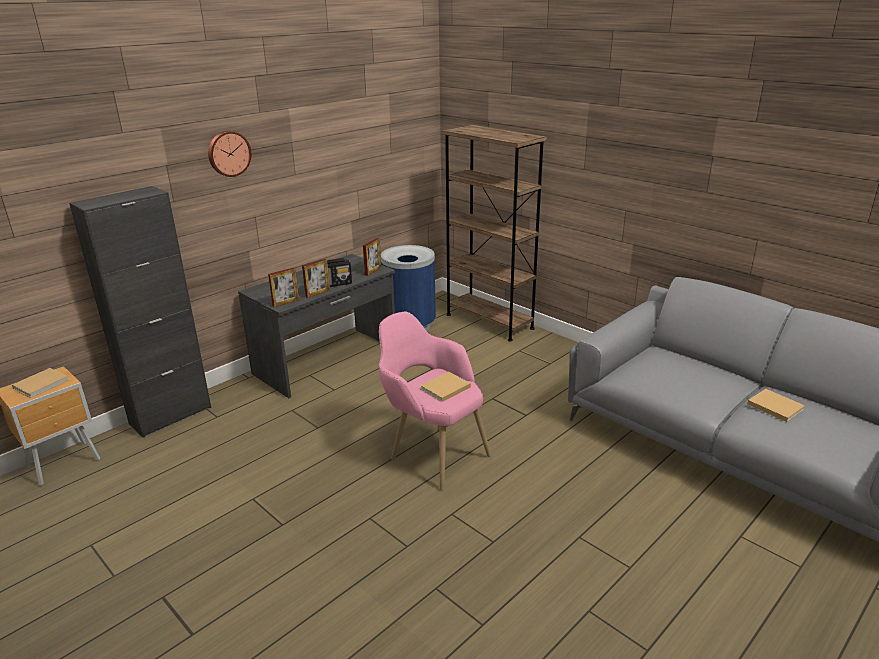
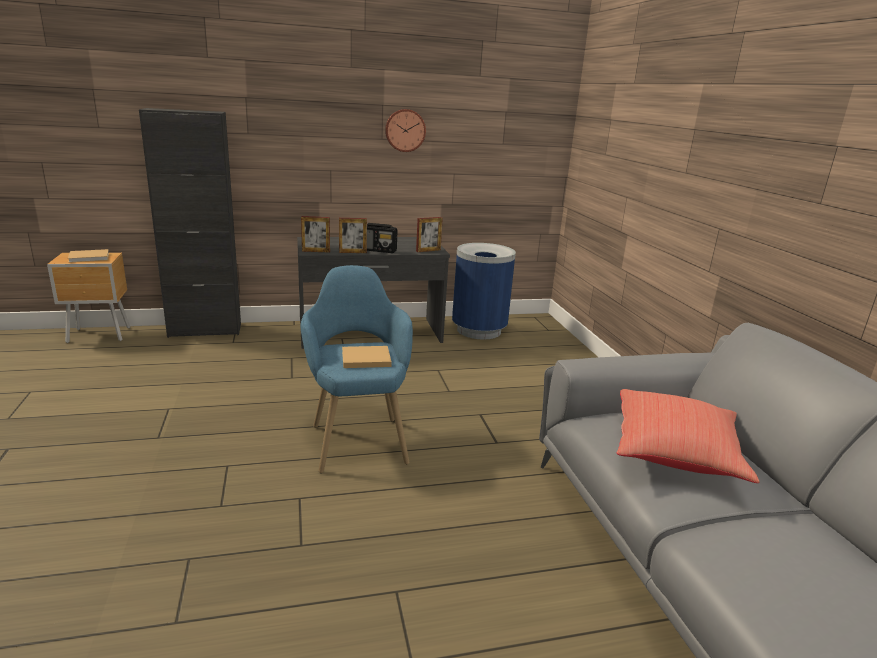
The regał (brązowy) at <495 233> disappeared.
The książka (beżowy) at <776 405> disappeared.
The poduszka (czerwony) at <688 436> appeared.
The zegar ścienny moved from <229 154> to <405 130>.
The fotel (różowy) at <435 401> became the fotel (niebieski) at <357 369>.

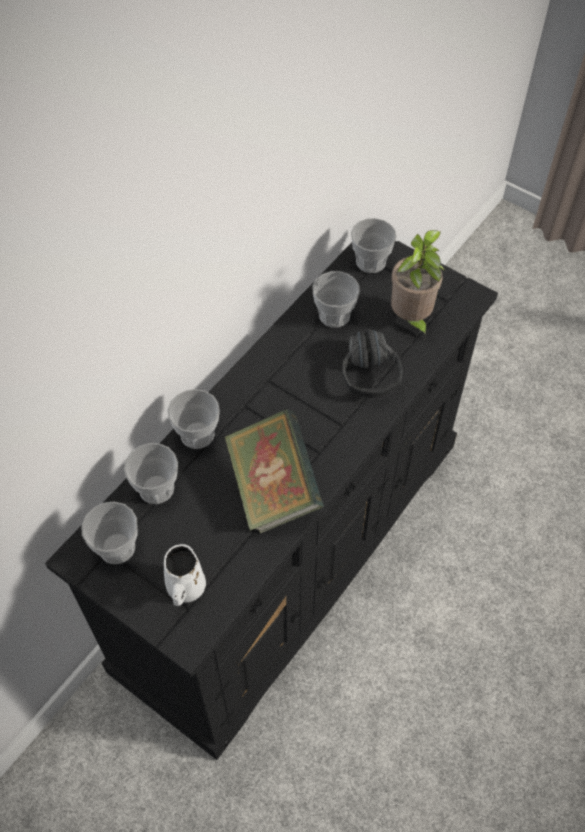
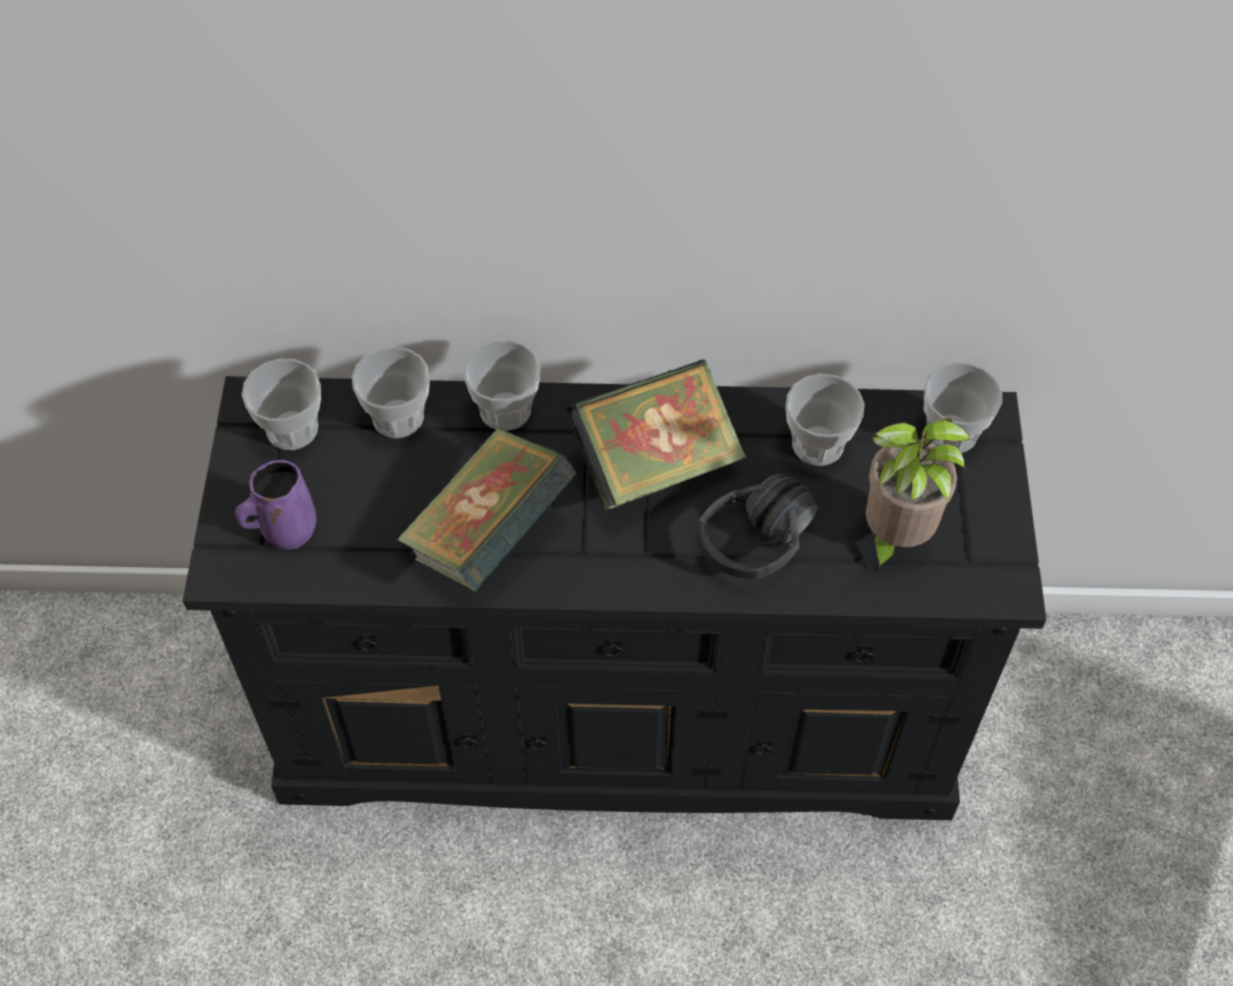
The książka at <655 435> appeared.
The kubek (biały) at <185 575> became the kubek (fioletowy) at <276 505>.

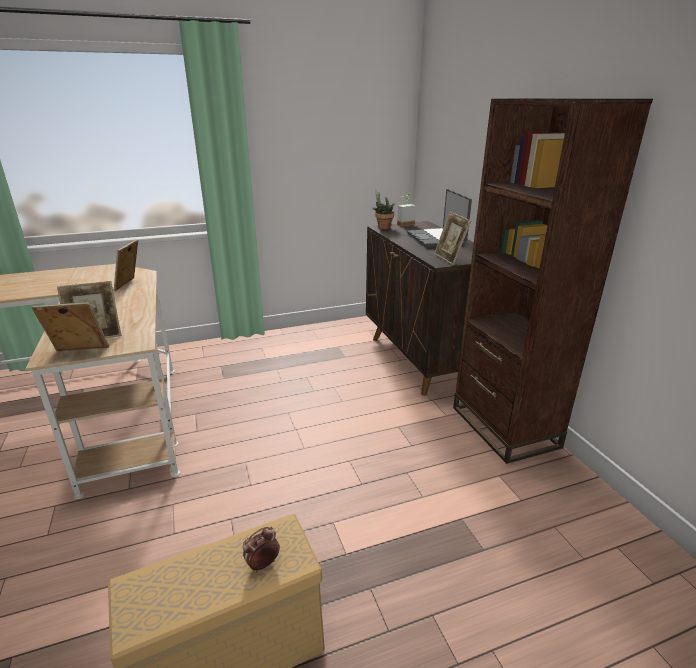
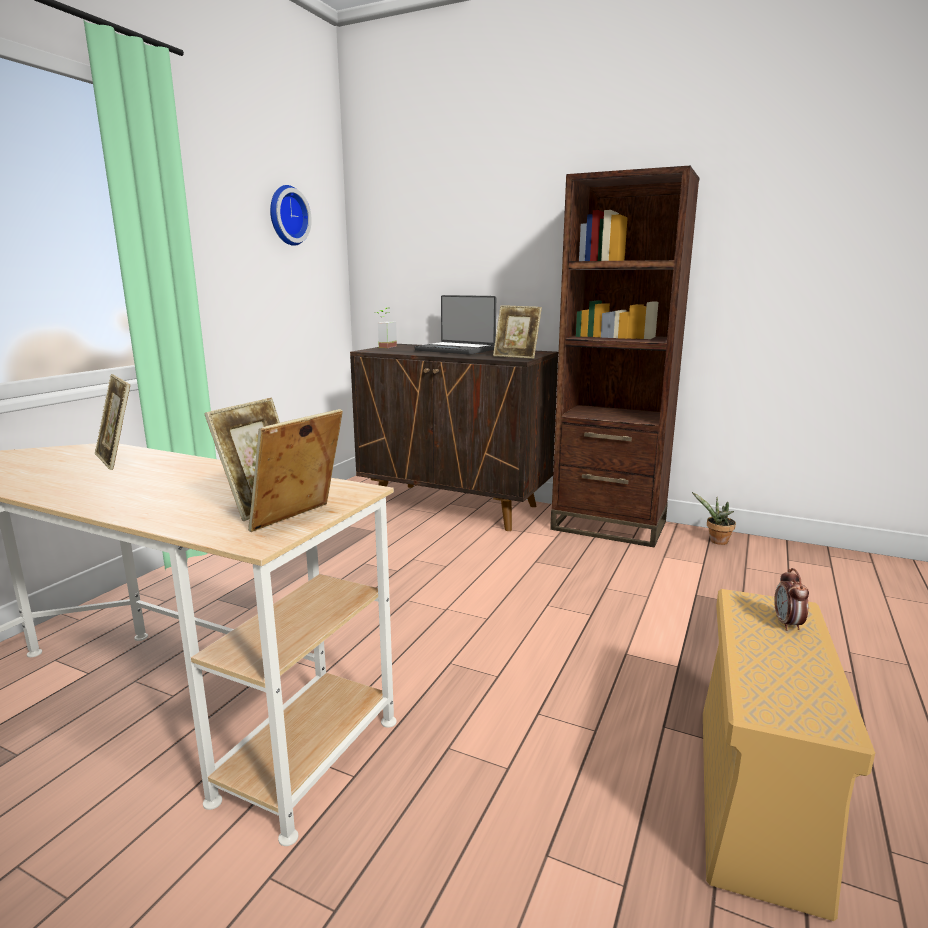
The zegar ścienny at <291 215> appeared.
The roślina doniczkowa moved from <383 210> to <714 518>.

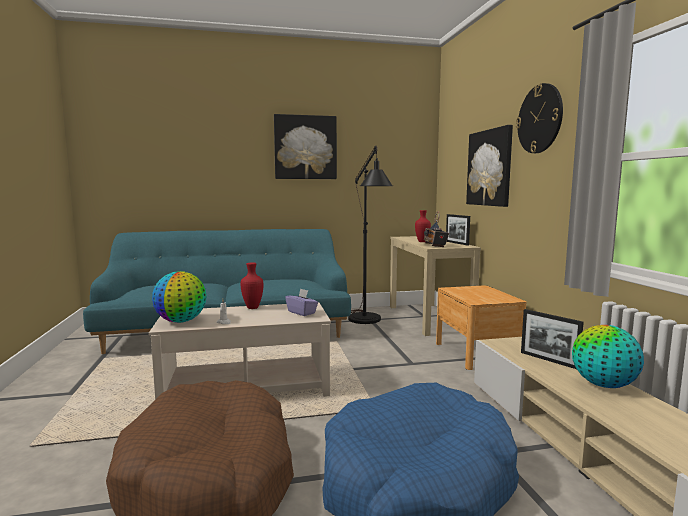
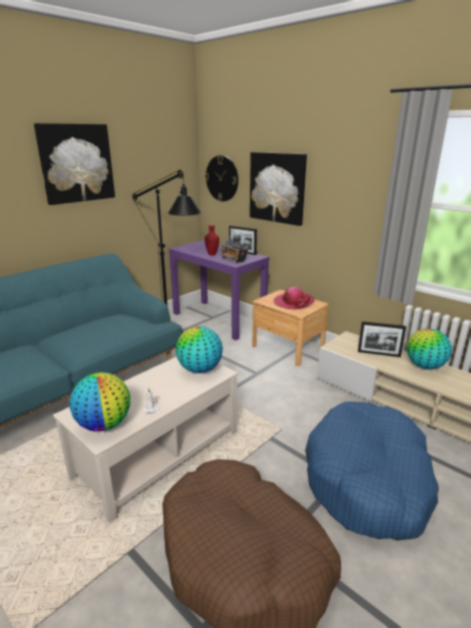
The wazon (czerwony) at <251 286> disappeared.
The kapelusz at <294 298> appeared.
The zegar ścienny moved from <539 118> to <221 178>.
The pudełko chusteczek (fioletowy) at <301 302> was replaced by the globus at <199 349>.
The stolik konsolowy (beżowy) at <435 286> became the stolik konsolowy (fioletowy) at <219 290>.

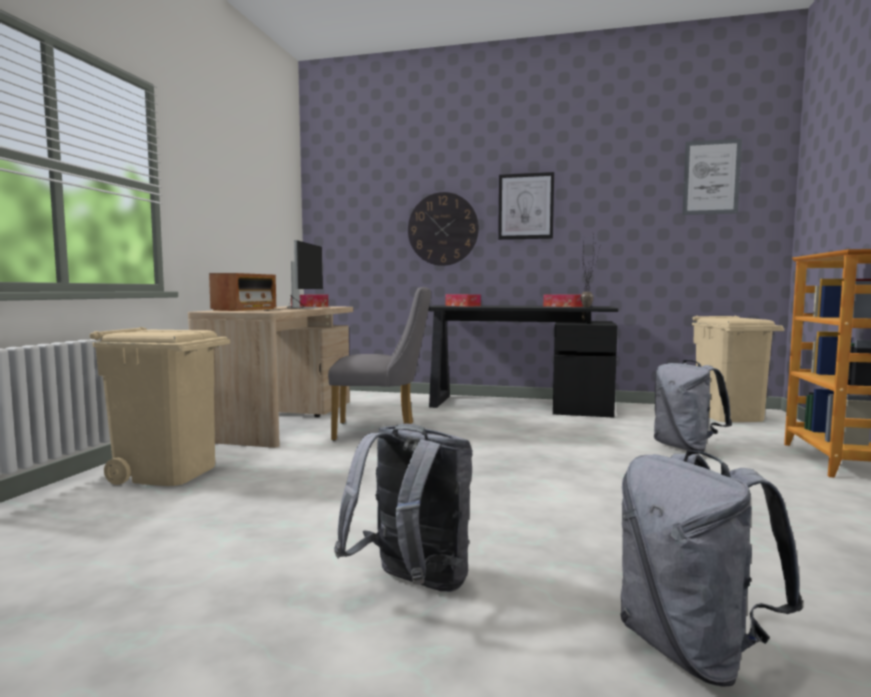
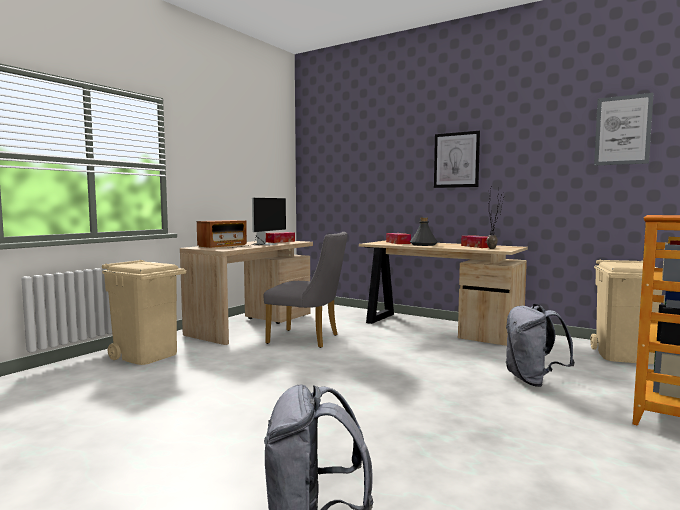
The plecak (szary) at <403 507> disappeared.
The zegar ścienny at <443 229> disappeared.
The butelka (szary) at <424 231> appeared.
The biurko (czarny) at <523 361> became the biurko (beżowy) at <443 293>.

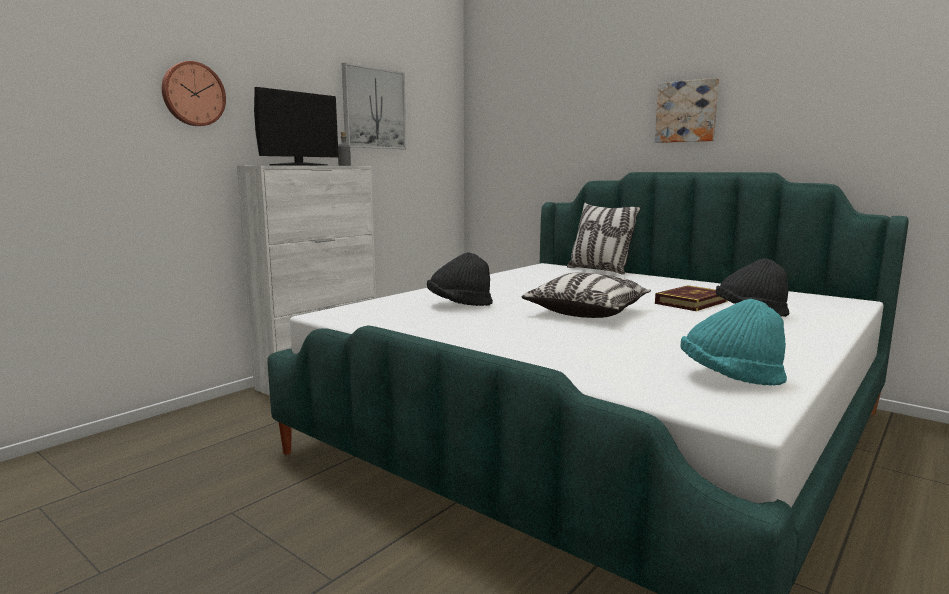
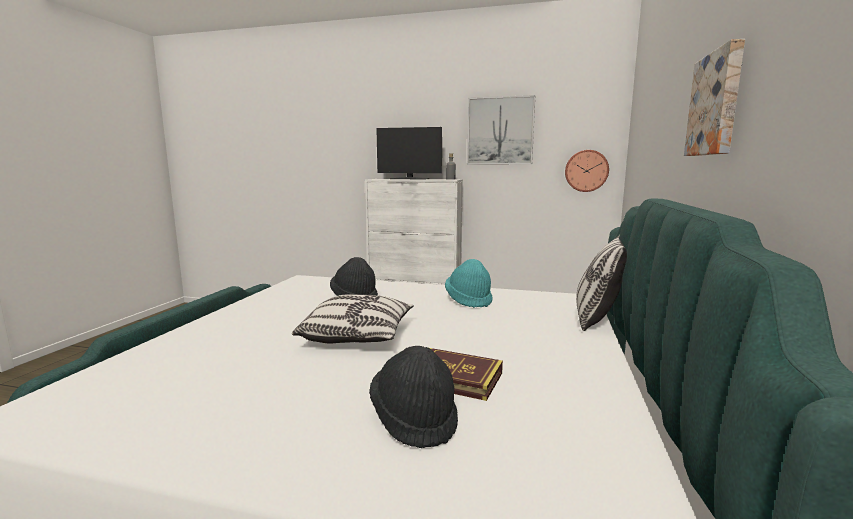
The zegar ścienny moved from <194 93> to <587 171>.
The kapelusz (turkusowy) moved from <733 342> to <469 283>.

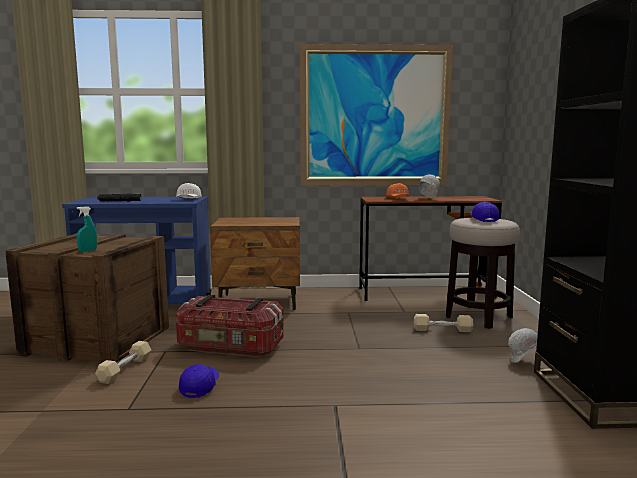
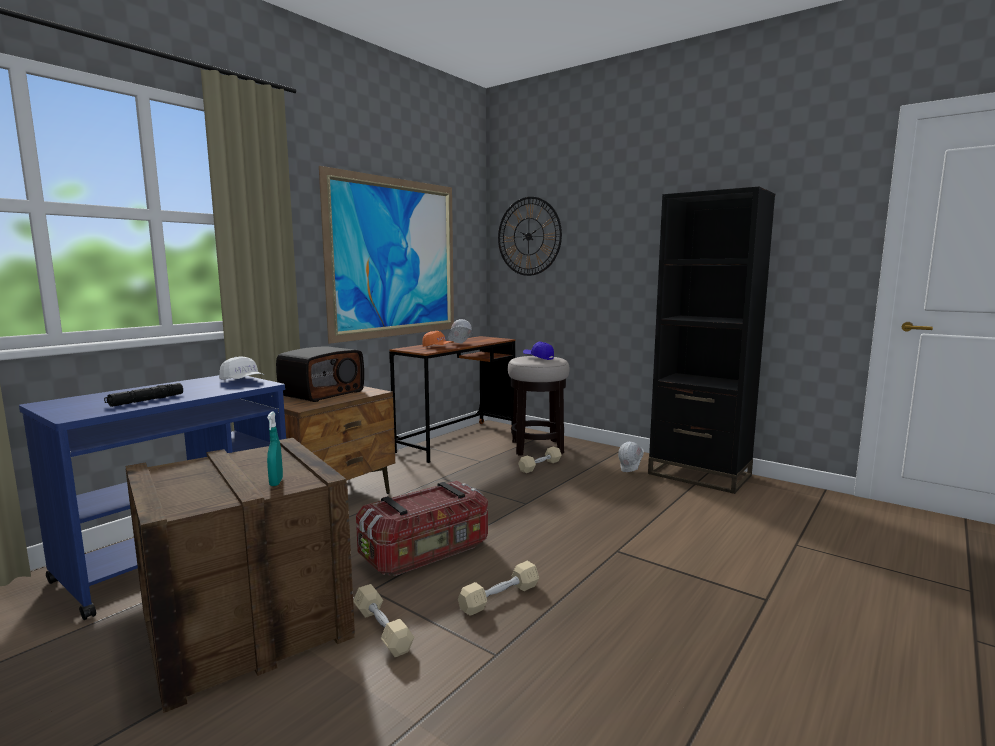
The radio at <320 374> appeared.
The zegar ścienny at <530 236> appeared.
The czapka z daszkiem (niebieski) at <199 381> was replaced by the hantel (beżowy) at <498 588>.

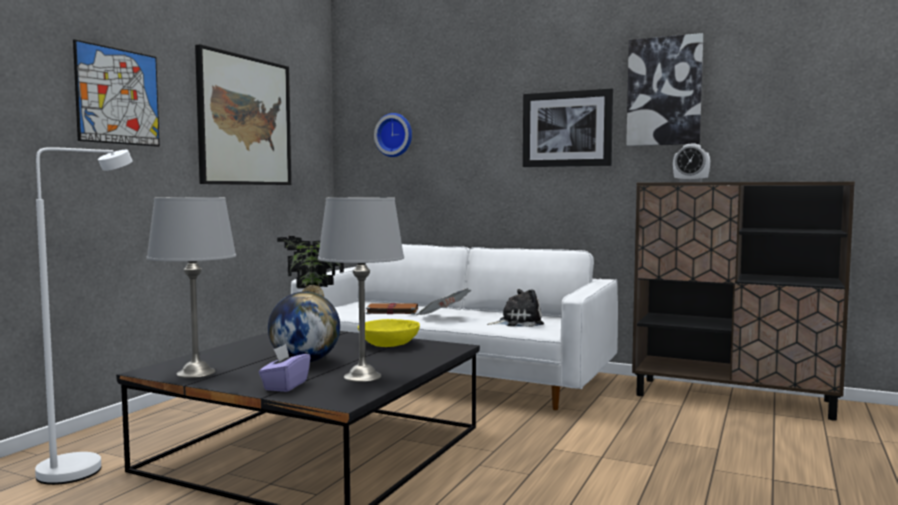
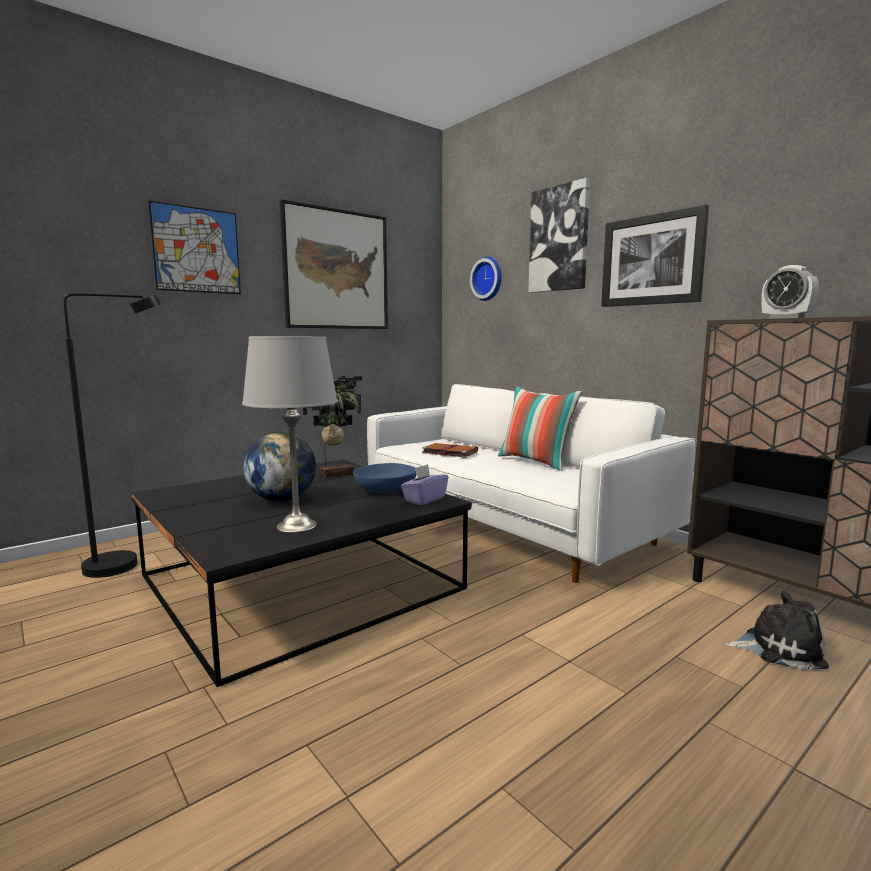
The lampa stołowa (szary) at <191 287> disappeared.
The gazeta at <443 301> disappeared.
The poduszka at <540 428> appeared.
The pudełko chusteczek (fioletowy) moved from <284 368> to <425 484>.
The pluszak moved from <515 308> to <777 630>.
The obraz moved from <664 89> to <559 235>.
The lampa stojąca (biały) at <84 316> became the lampa stojąca (czarny) at <112 435>.
The miska (żółty) at <389 333> became the miska (niebieski) at <384 478>.

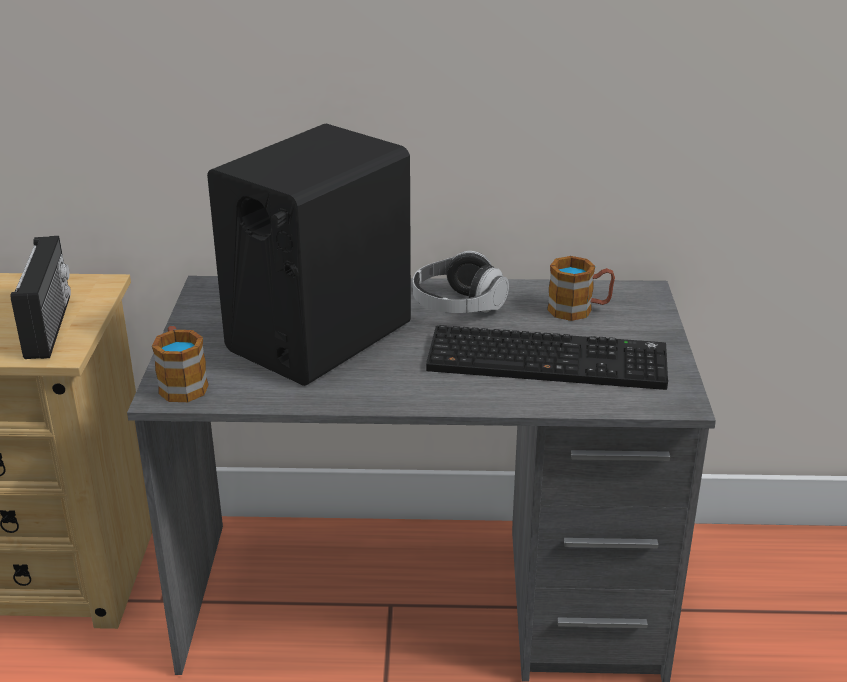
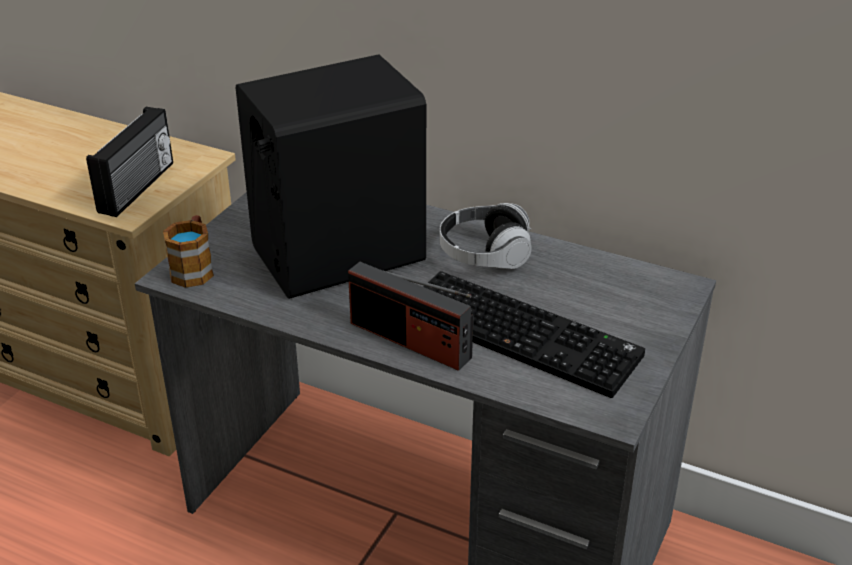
The kubek at <581 288> disappeared.
The radio at <410 316> appeared.

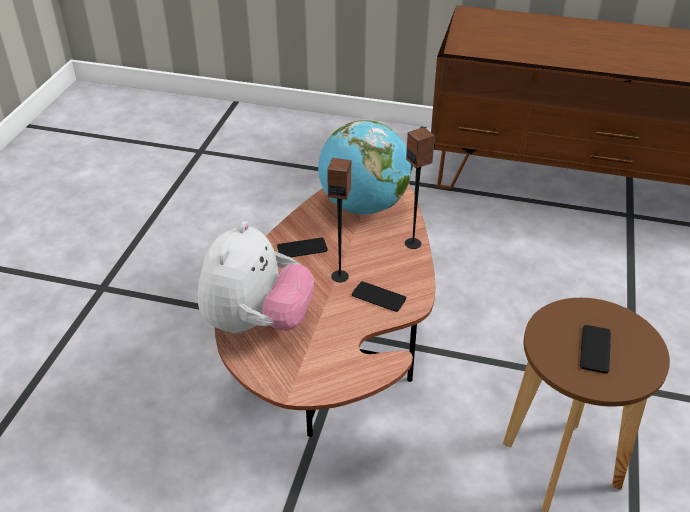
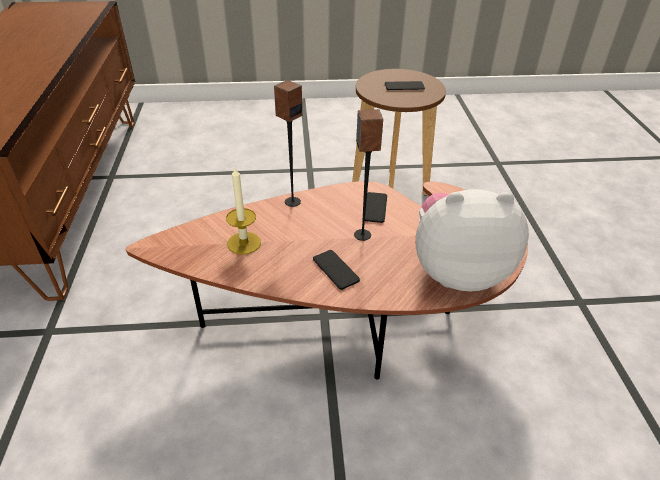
The globus at <364 167> was replaced by the świeca at <243 211>.

